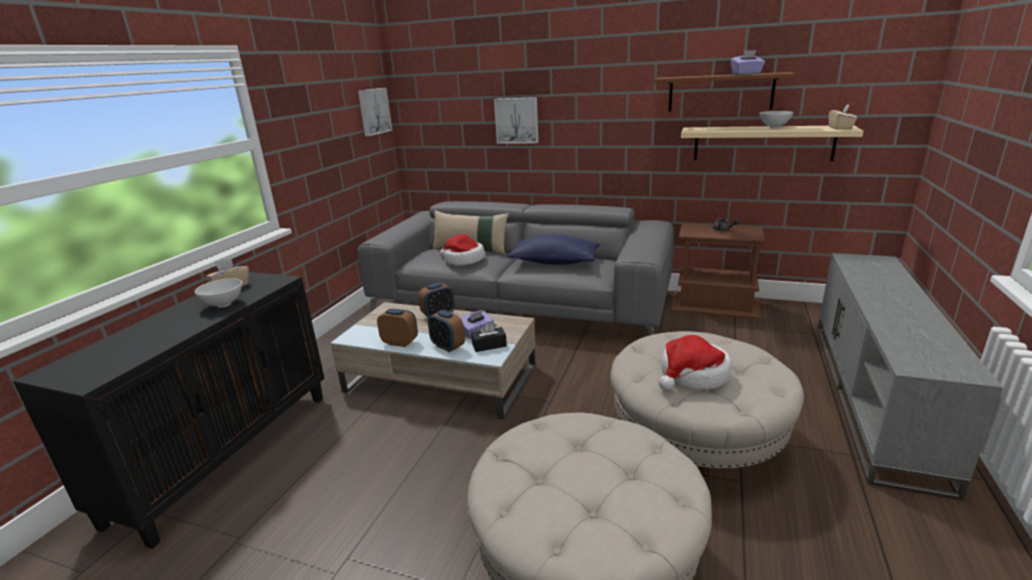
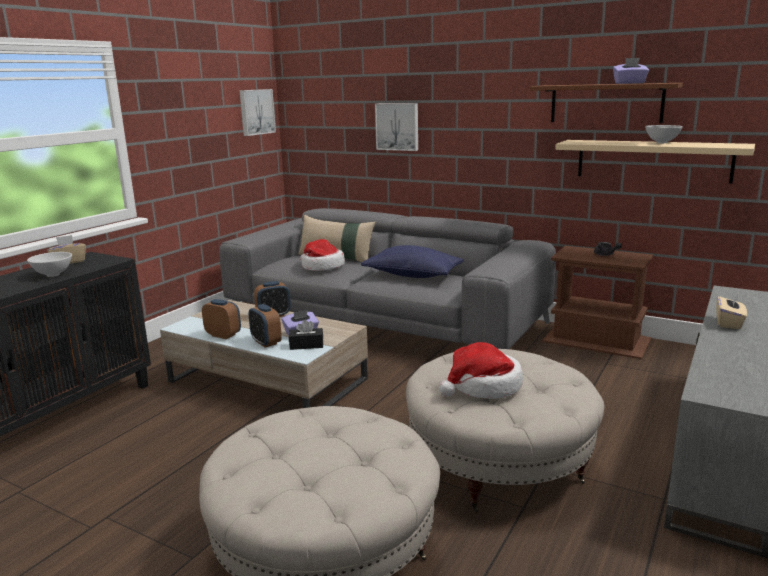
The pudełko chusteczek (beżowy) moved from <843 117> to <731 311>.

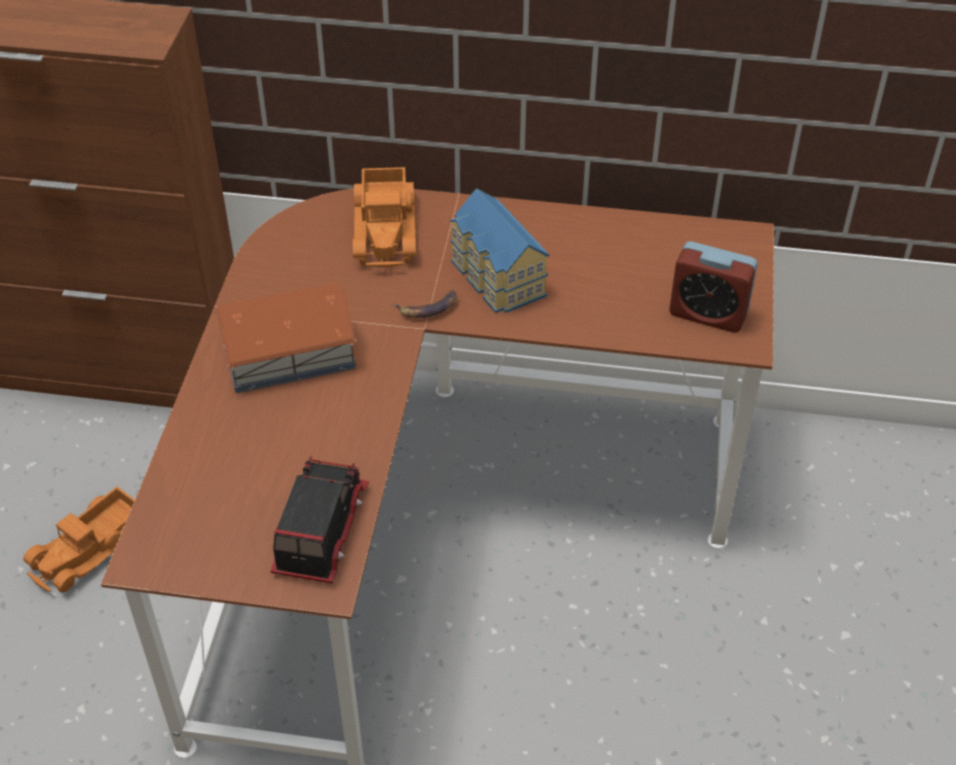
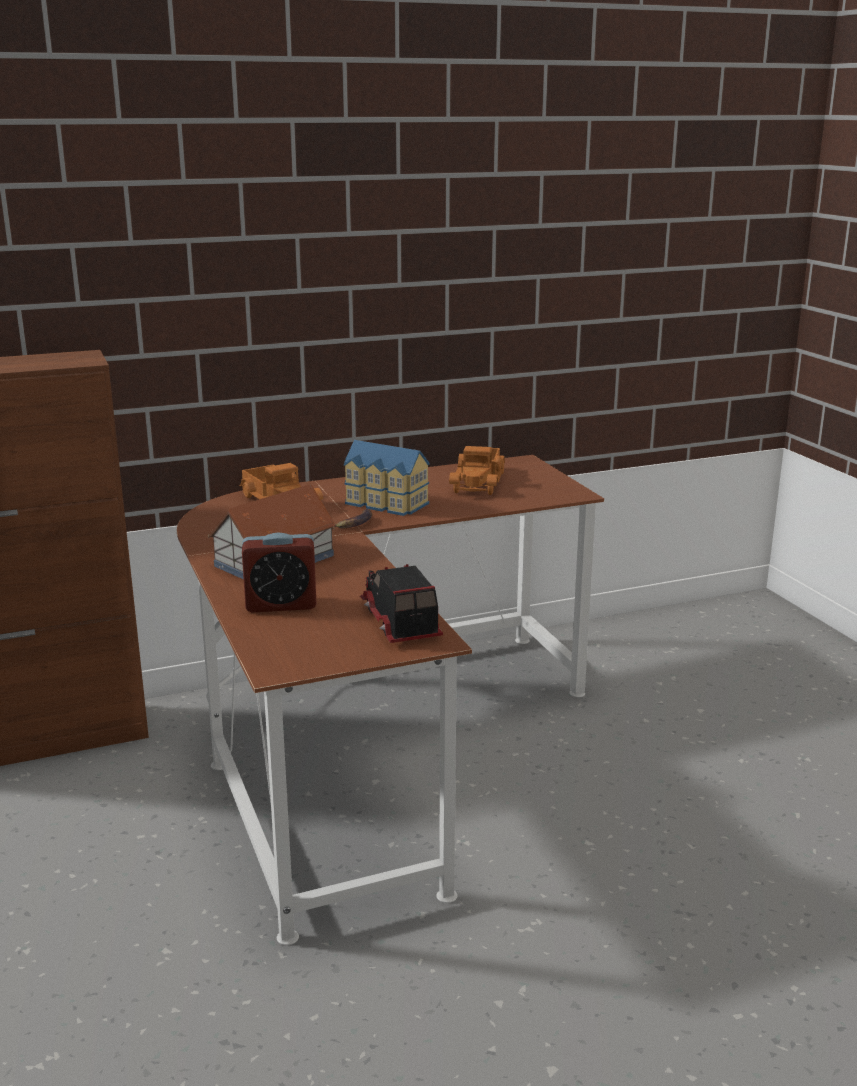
The ciężarówka zabawkowa moved from <79 539> to <477 470>.
The budzik moved from <713 287> to <279 572>.

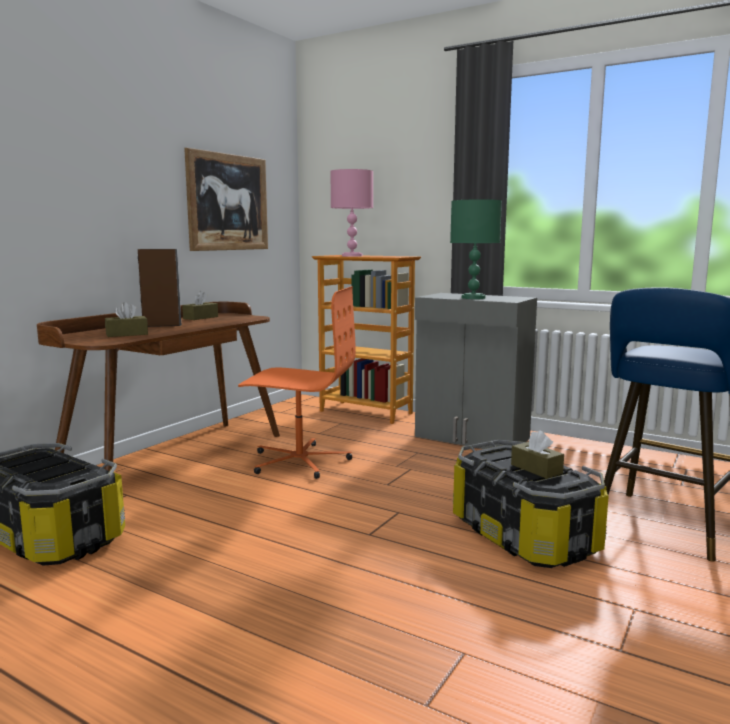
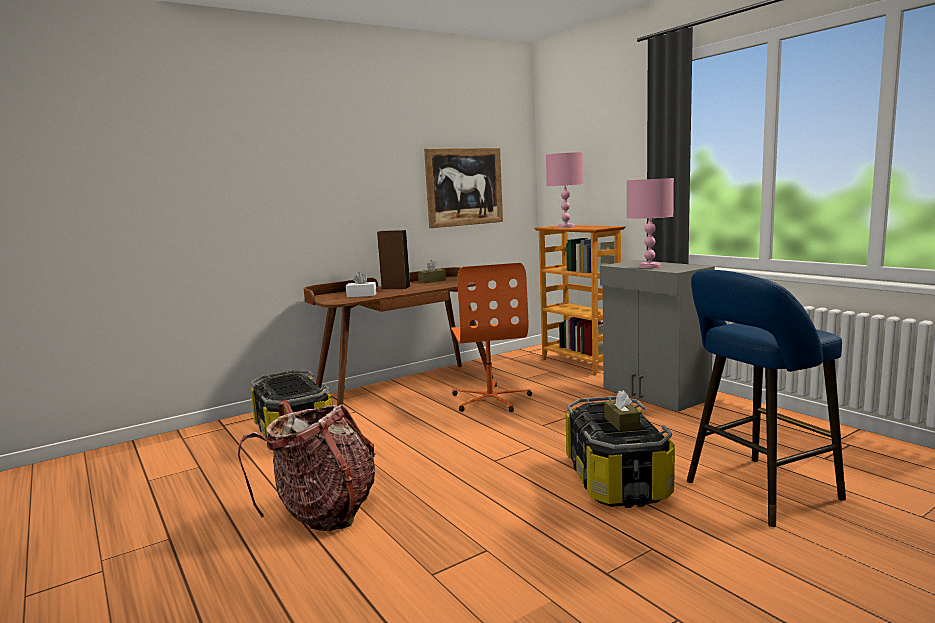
The plecak at <307 465> appeared.
The pudełko chusteczek (brązowy) at <126 319> became the pudełko chusteczek (biały) at <361 284>.
The lampa stołowa (zielony) at <476 249> became the lampa stołowa (różowy) at <650 223>.
The krzesło biurowe (pomarańczowy) at <297 382> turned 45 degrees clockwise.

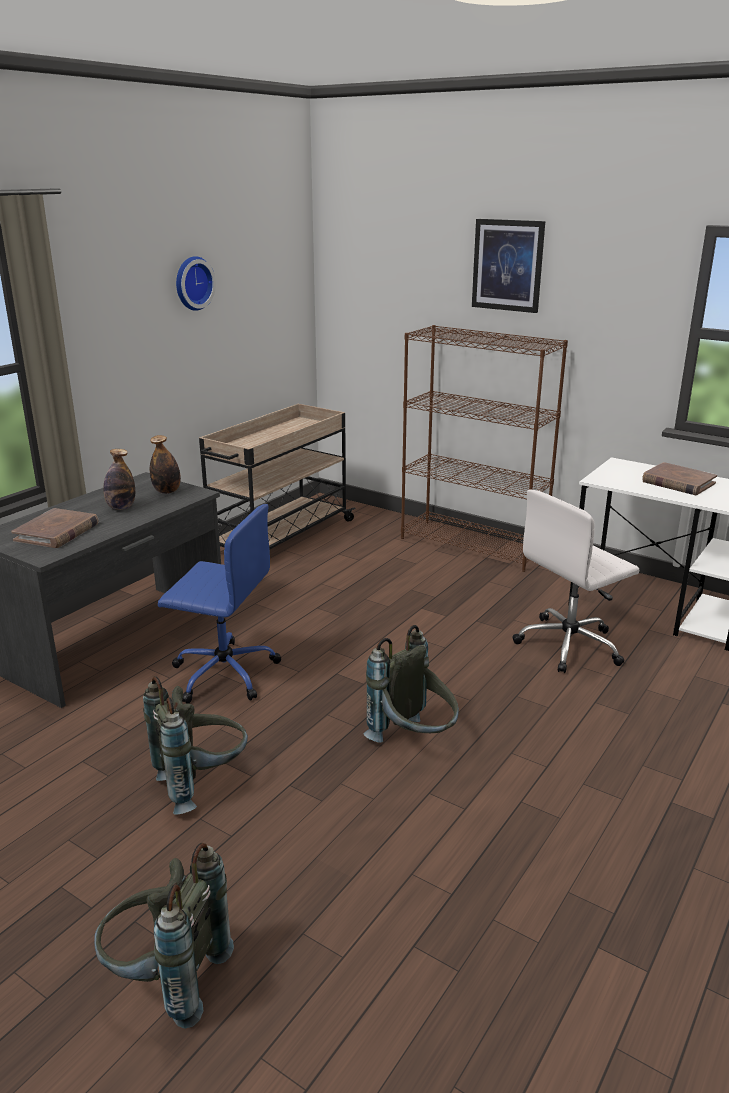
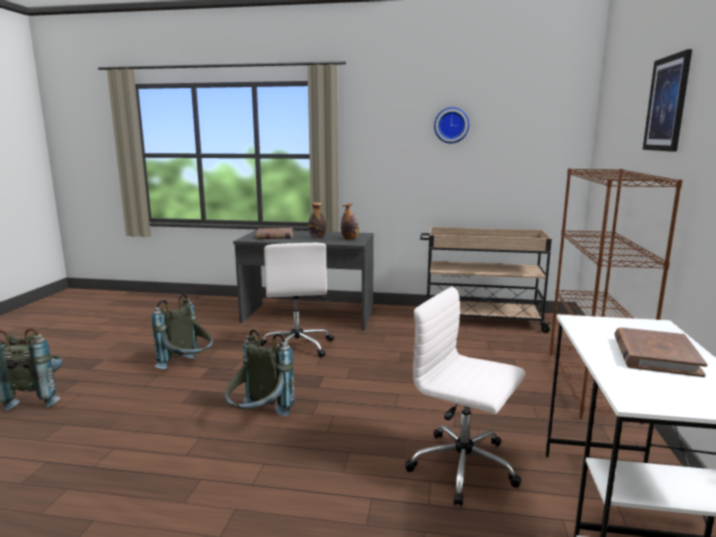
The krzesło biurowe (niebieski) at <219 604> became the krzesło biurowe (biały) at <297 300>.

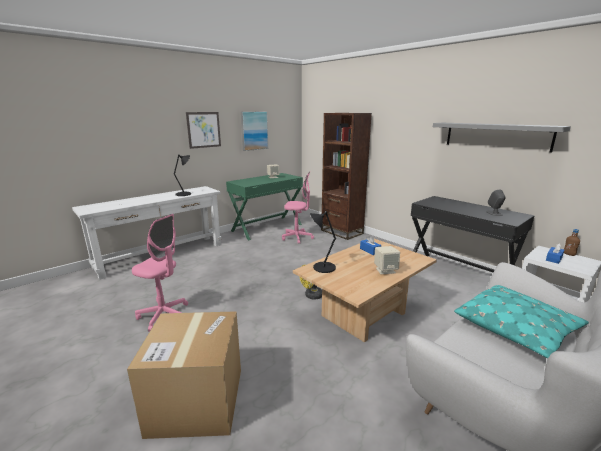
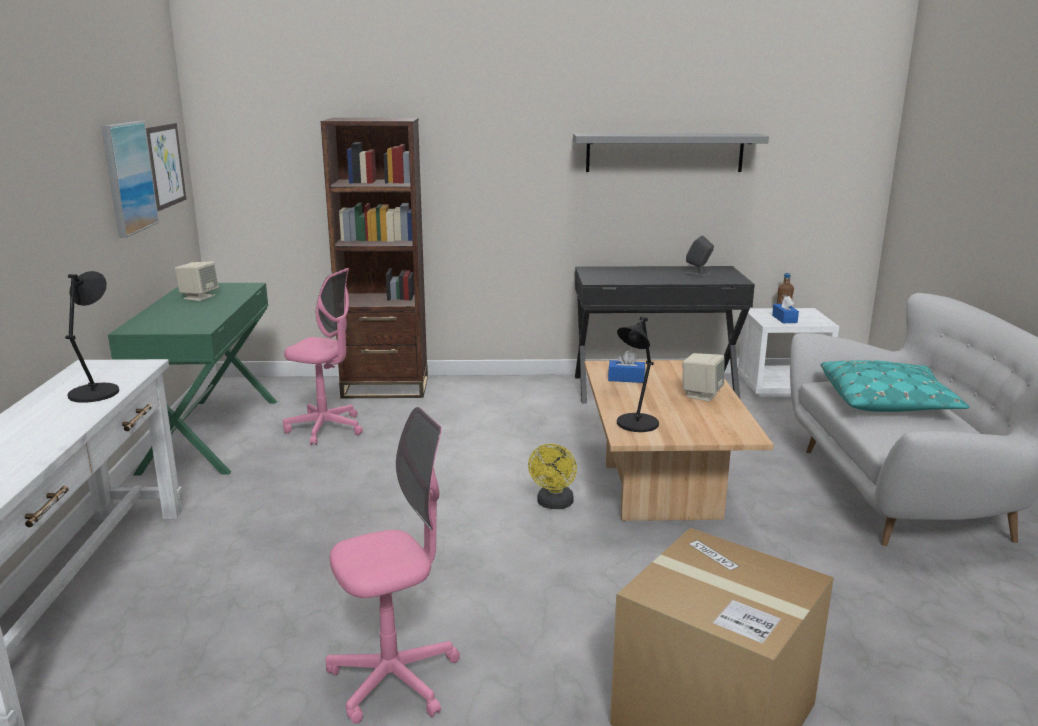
The obraz moved from <203 130> to <166 167>.
The krzesło biurowe (różowy) at <298 207> turned 60 degrees clockwise.

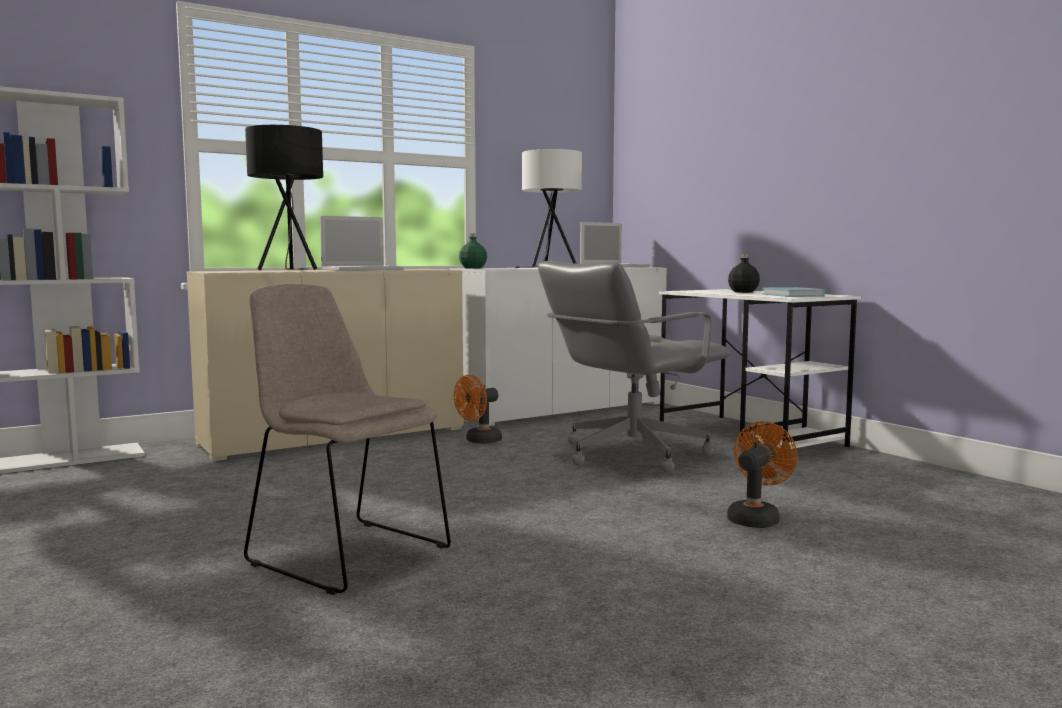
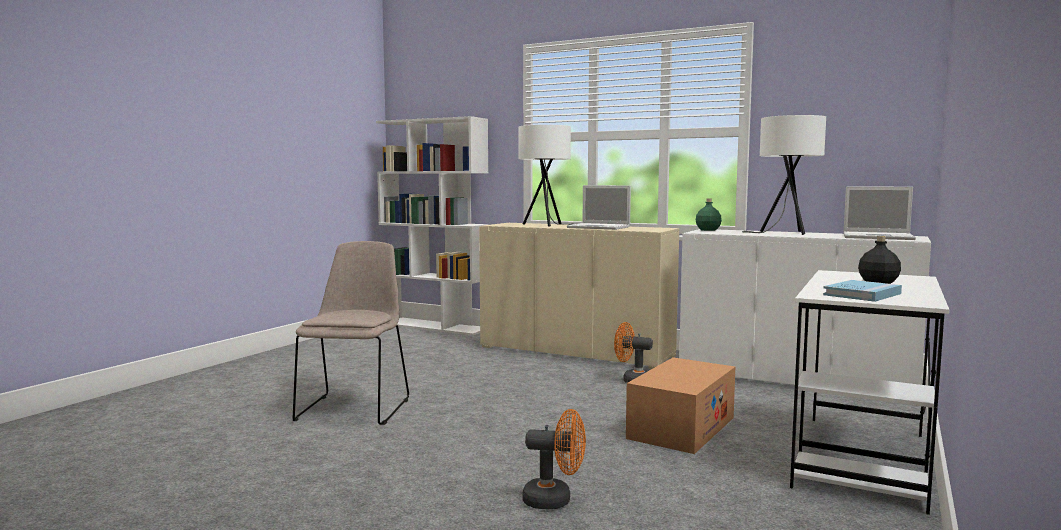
The krzesło biurowe (szary) at <634 367> was replaced by the karton at <680 405>.
The lampa stołowa (czarny) at <284 197> became the lampa stołowa (biały) at <547 176>.

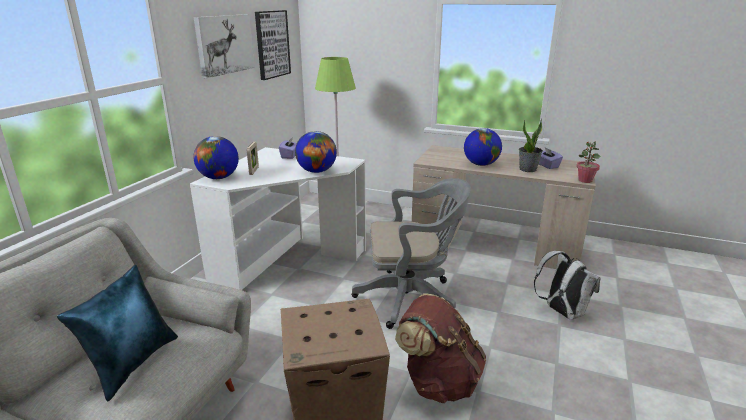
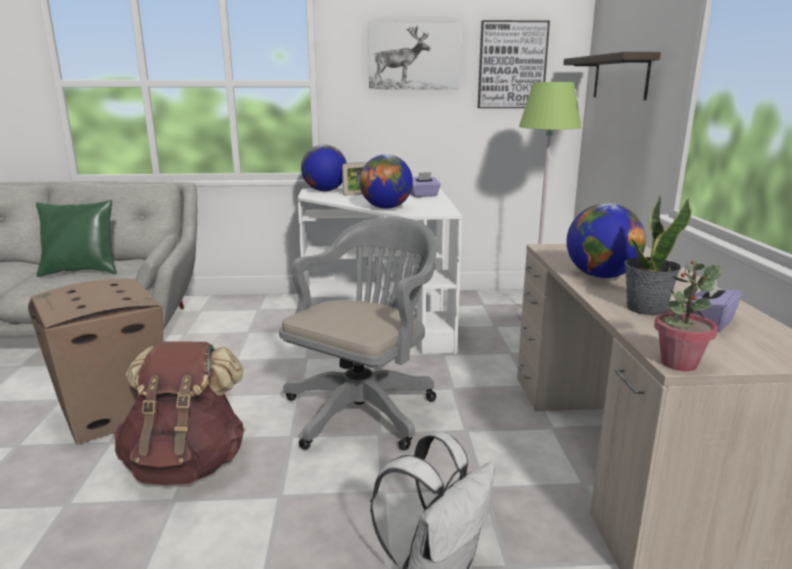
The półka at <612 76> appeared.
The poduszka (niebieski) at <117 333> became the poduszka (zielony) at <76 238>.
The krzesło biurowe (szary) at <411 253> turned 120 degrees counterclockwise.

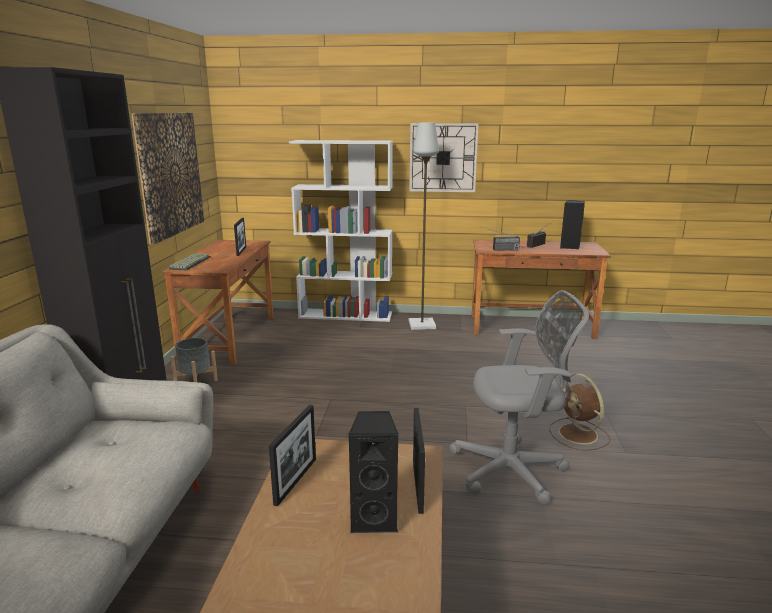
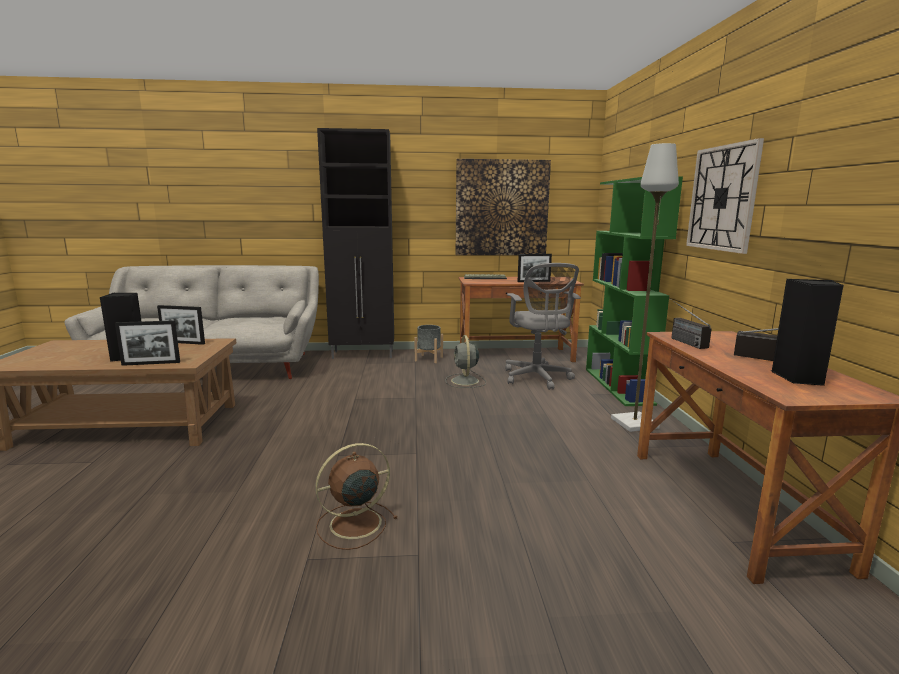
The wentylator (szary) at <465 361> appeared.
The krzesło biurowe (szary) moved from <519 397> to <543 326>.
The regał (biały) at <341 231> became the regał (zielony) at <634 291>.

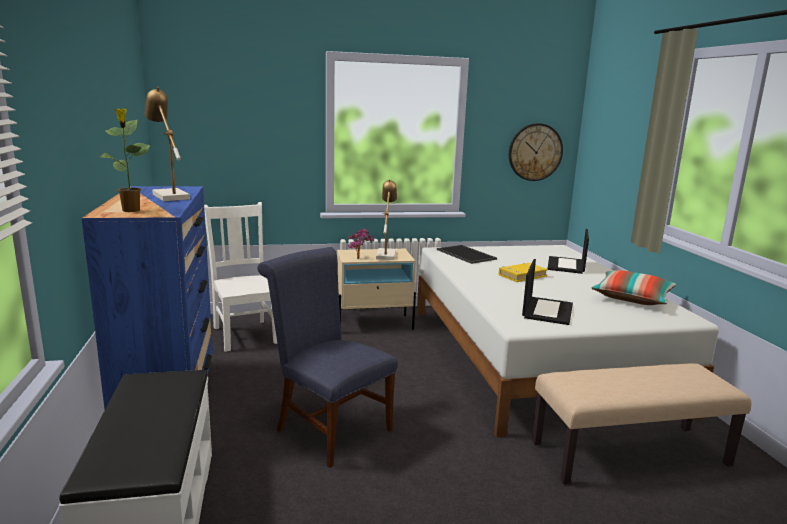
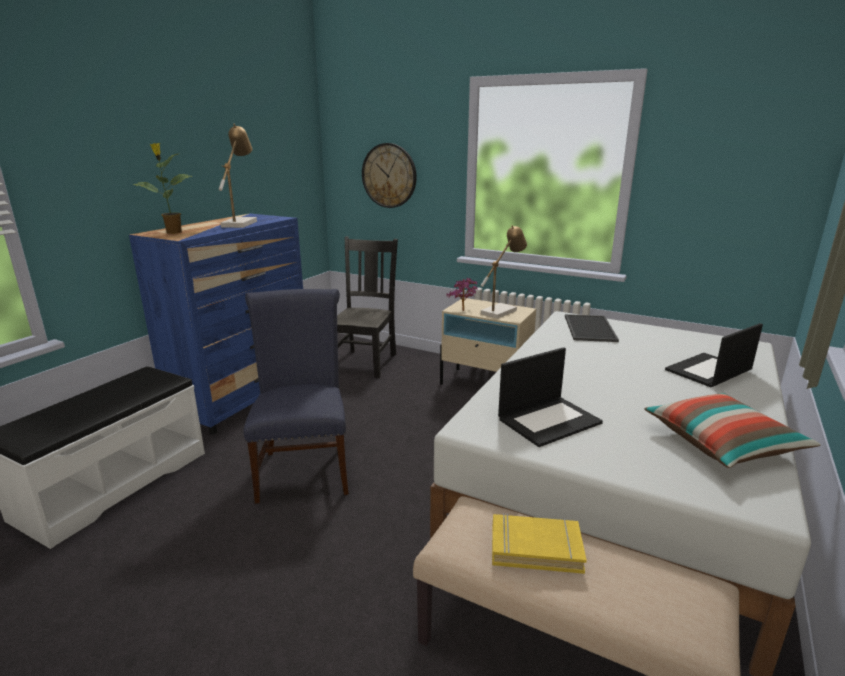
The książka (żółty) moved from <523 272> to <539 543>.
The zegar ścienny moved from <536 152> to <389 175>.
The krzesło (biały) at <240 277> became the krzesło (czarny) at <367 307>.

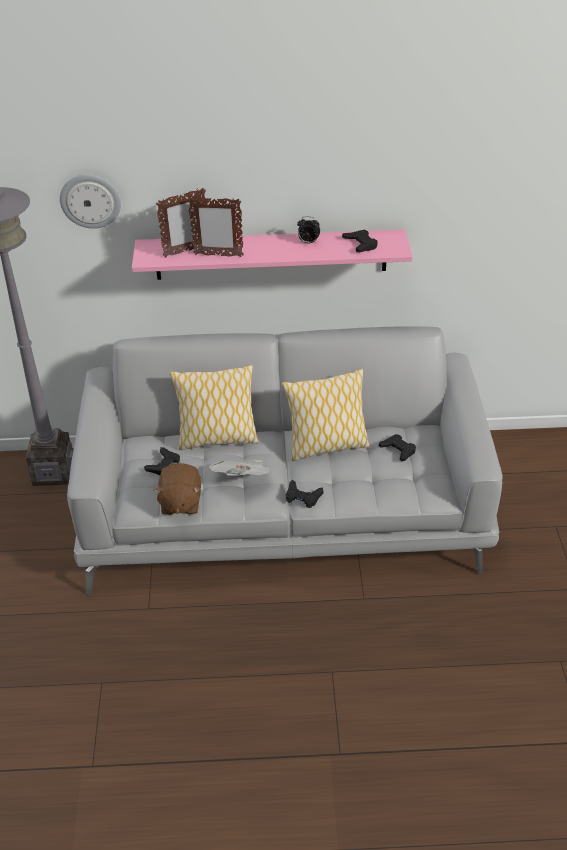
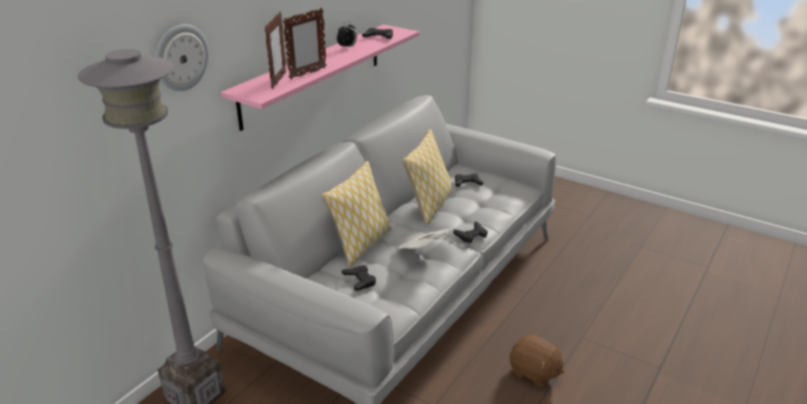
The pluszak (brązowy) moved from <177 489> to <537 360>.

